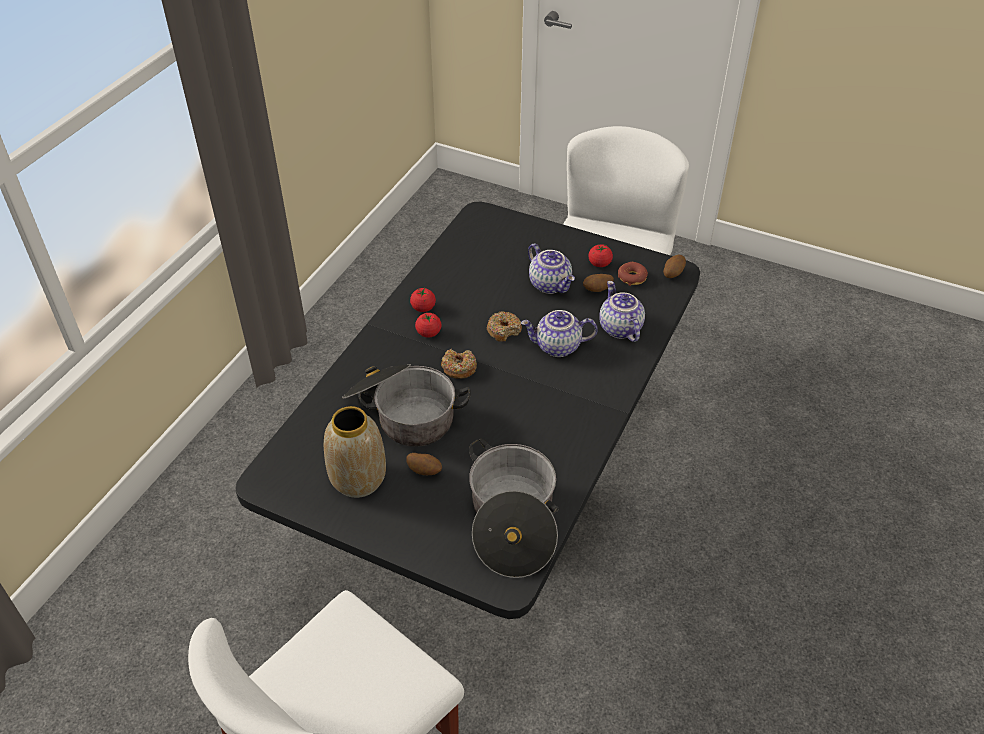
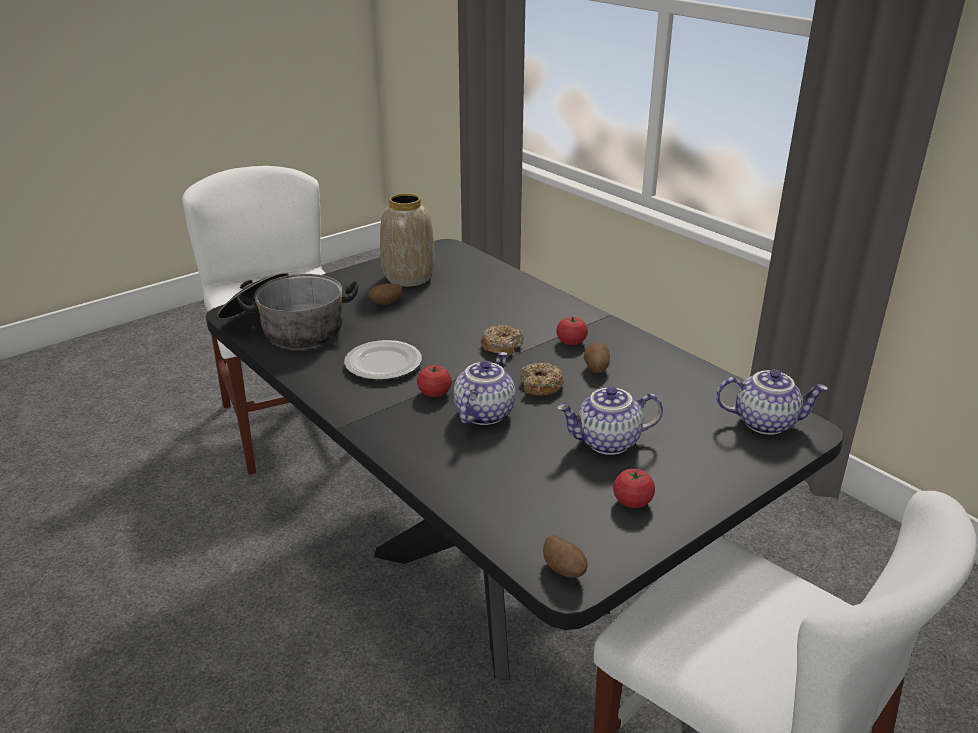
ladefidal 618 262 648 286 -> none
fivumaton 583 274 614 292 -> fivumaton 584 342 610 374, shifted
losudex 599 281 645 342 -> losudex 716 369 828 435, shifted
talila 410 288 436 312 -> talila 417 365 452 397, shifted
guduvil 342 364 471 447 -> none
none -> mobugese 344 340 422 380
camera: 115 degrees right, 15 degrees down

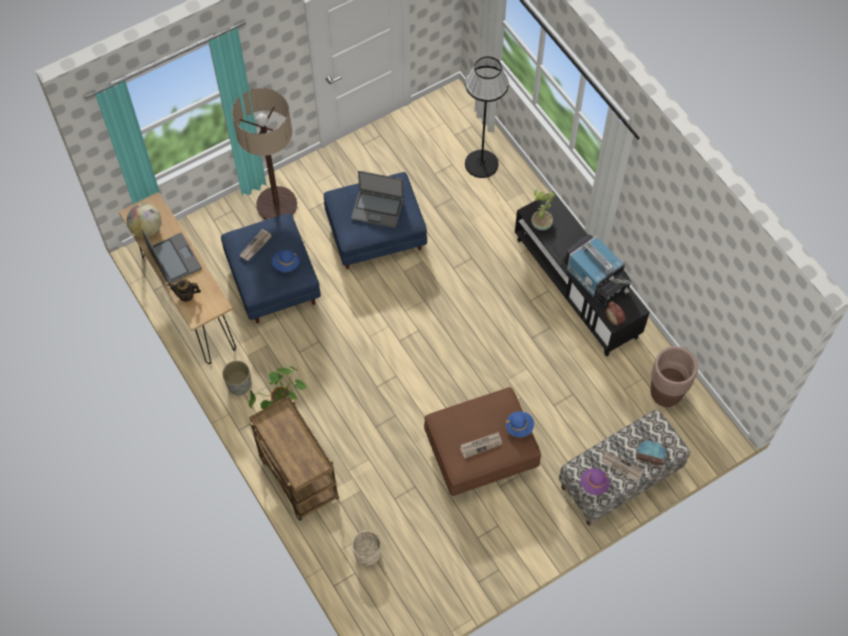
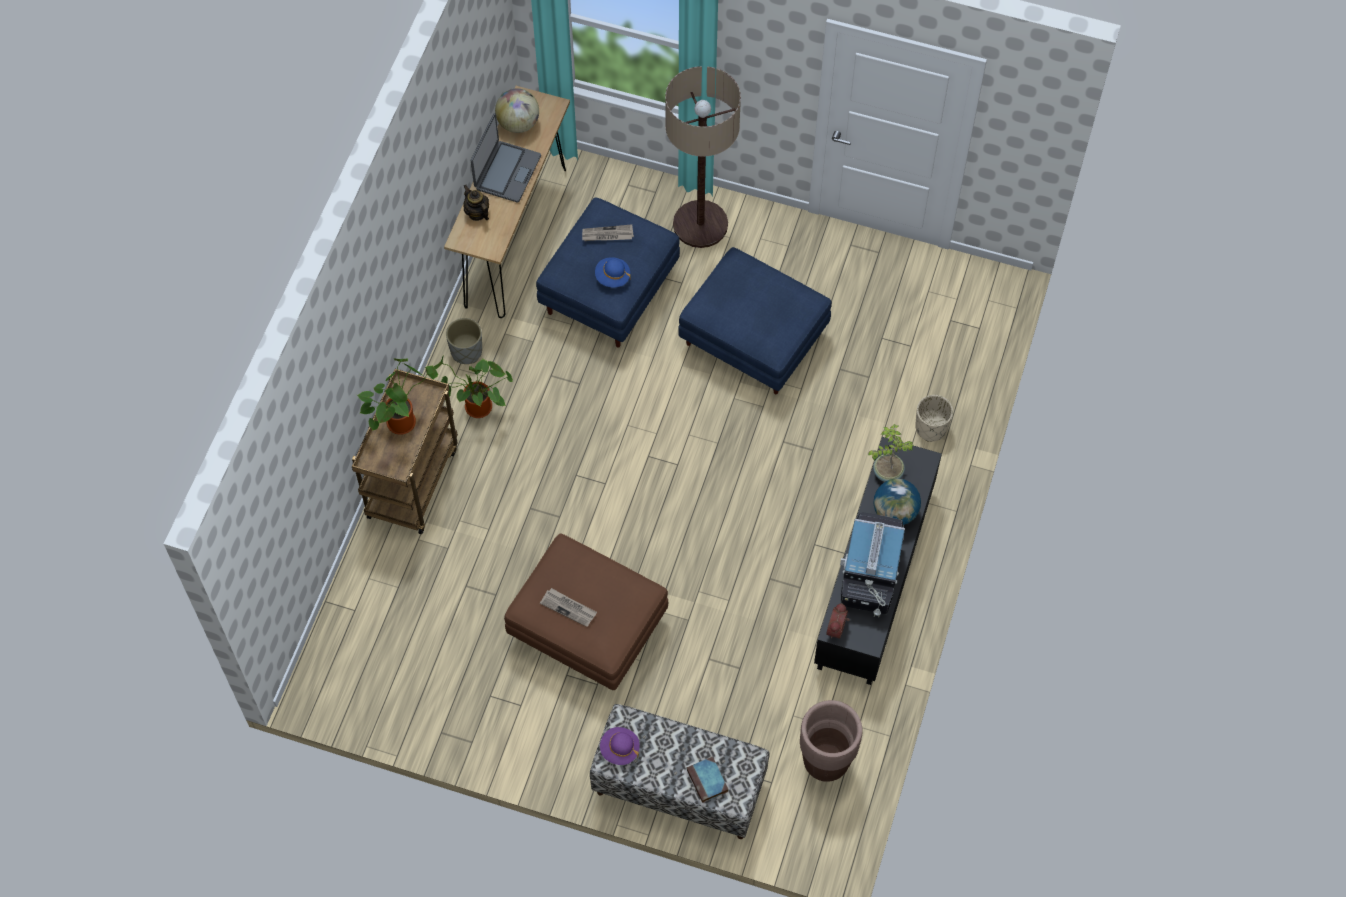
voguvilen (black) 465 56 509 178 -> none
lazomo 351 171 404 228 -> none
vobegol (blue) 506 411 534 437 -> none
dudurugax 601 452 644 481 -> none
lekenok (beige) 352 530 381 566 -> lekenok (beige) 915 395 953 442, shifted
none -> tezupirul 357 358 438 435
none -> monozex 873 478 921 525
camera: 50 degrees right, 0 degrees up

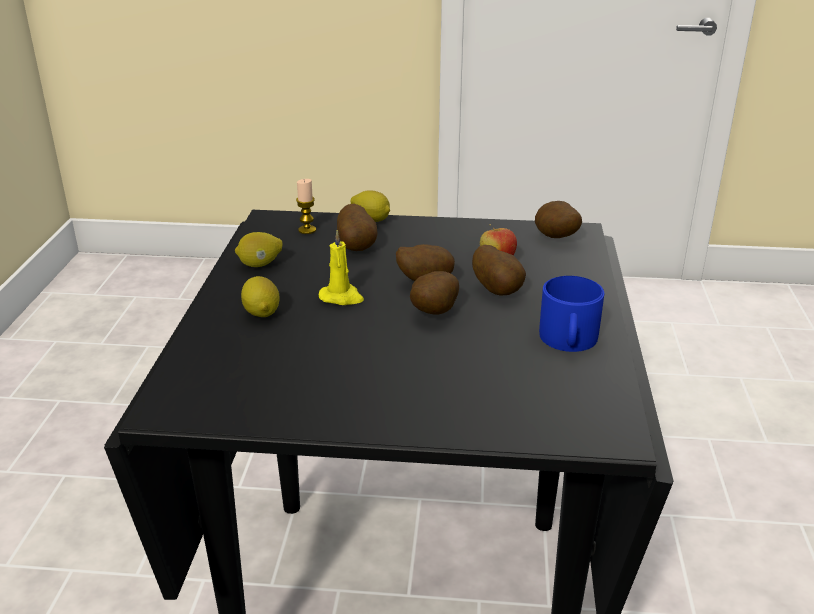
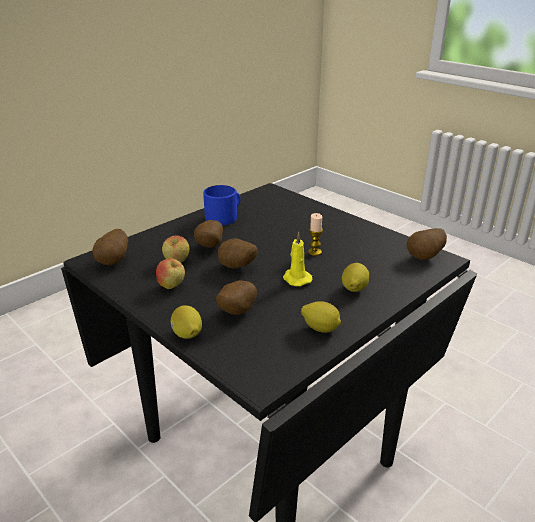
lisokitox 296 179 316 234 -> lisokitox 308 213 323 256, shifted
fivumaton 410 271 459 315 -> fivumaton 407 228 447 260, shifted
none -> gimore 156 259 185 289
camera: 140 degrees left, 0 degrees up

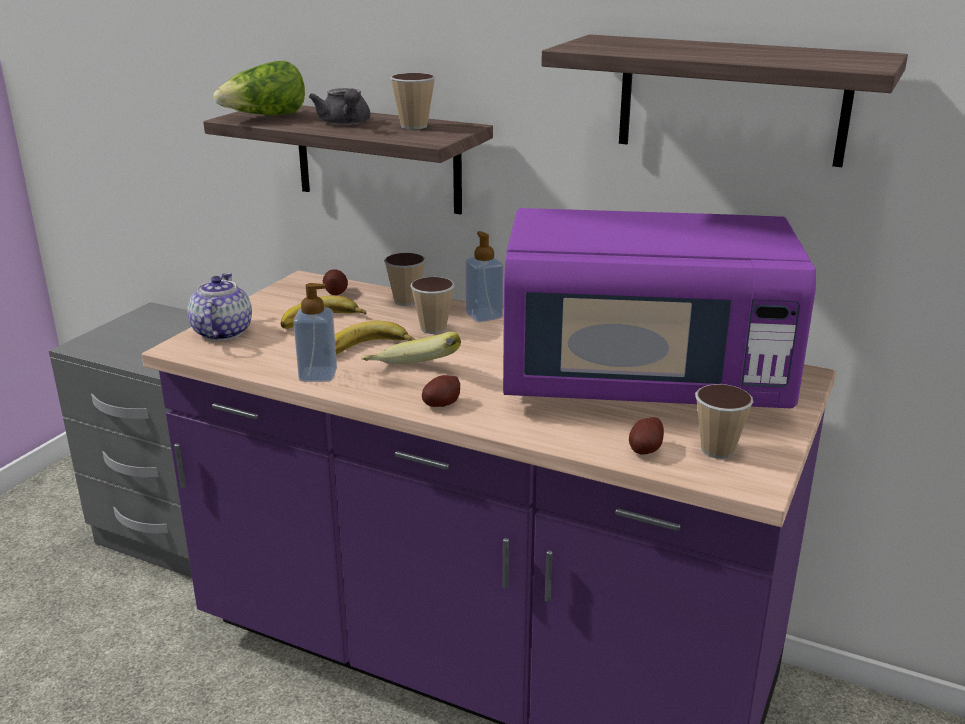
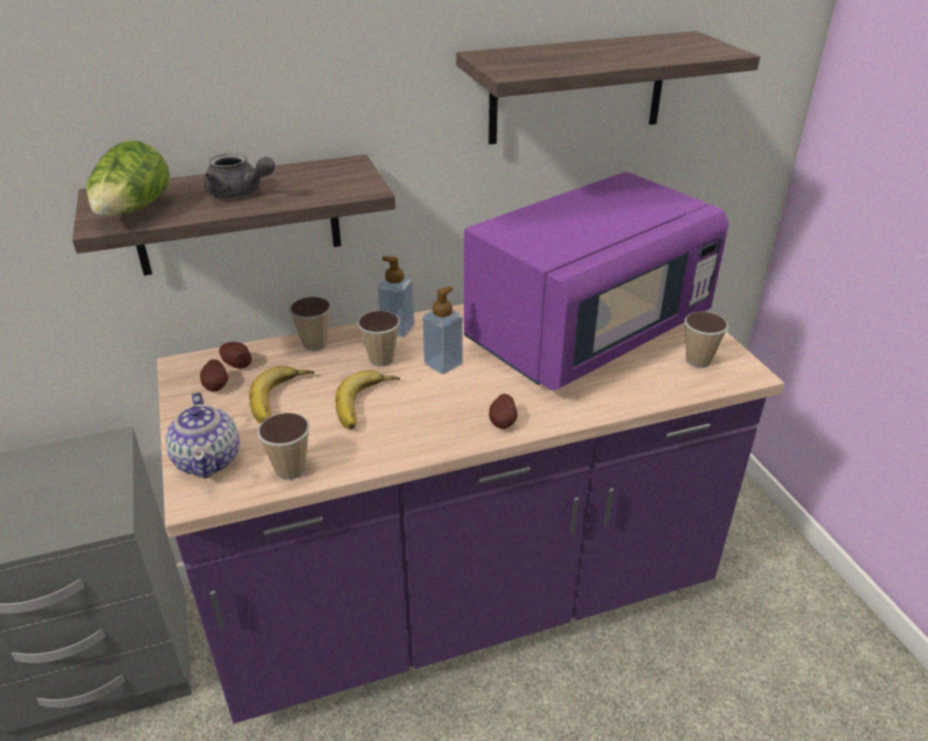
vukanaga 390 73 435 129 -> vukanaga 257 413 310 480, shifted
losudex 187 273 252 341 -> losudex 165 392 240 478, 150 degrees counterclockwise
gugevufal 293 283 337 382 -> gugevufal 422 286 463 374, shifted
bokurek 362 332 461 364 -> none
fivumaton 629 417 664 455 -> fivumaton 200 359 228 391, shifted
camera: 45 degrees left, 10 degrees up

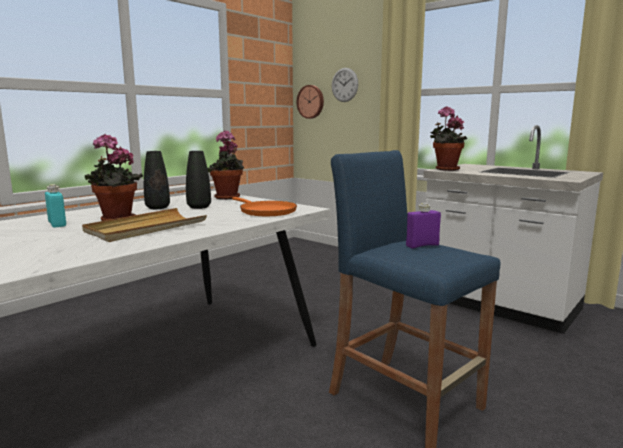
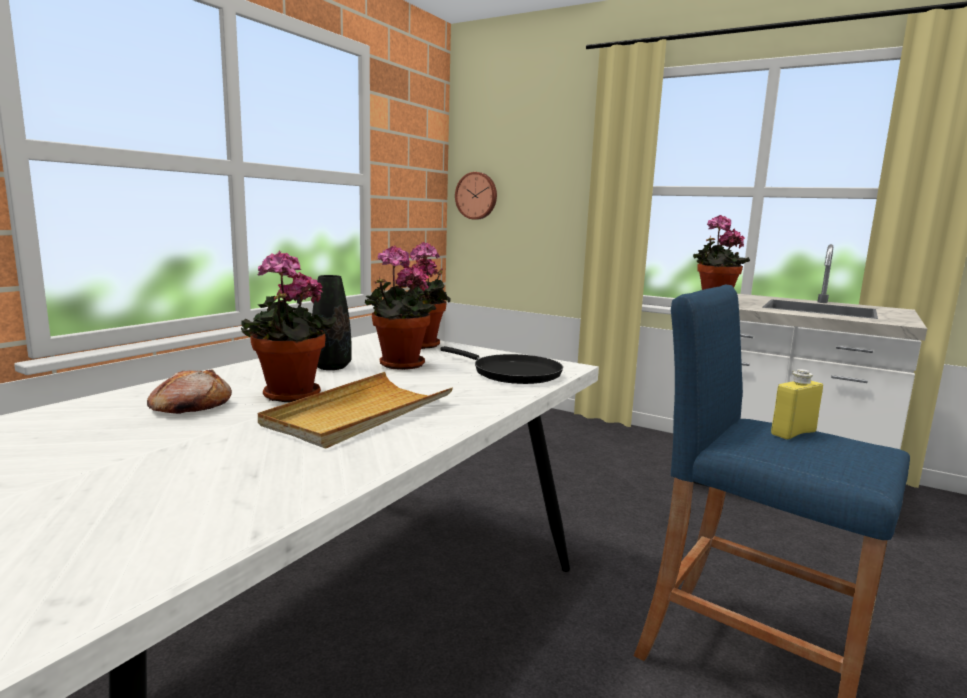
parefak 332 68 358 102 -> none
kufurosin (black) 186 151 211 209 -> tezupirul 365 246 437 370
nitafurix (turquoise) 45 184 66 228 -> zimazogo 147 369 232 414
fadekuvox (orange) 232 197 297 216 -> fadekuvox (black) 440 346 563 384
nitafurix (purple) 406 203 441 249 -> nitafurix (yellow) 771 369 823 440
camera: 10 degrees left, 0 degrees up

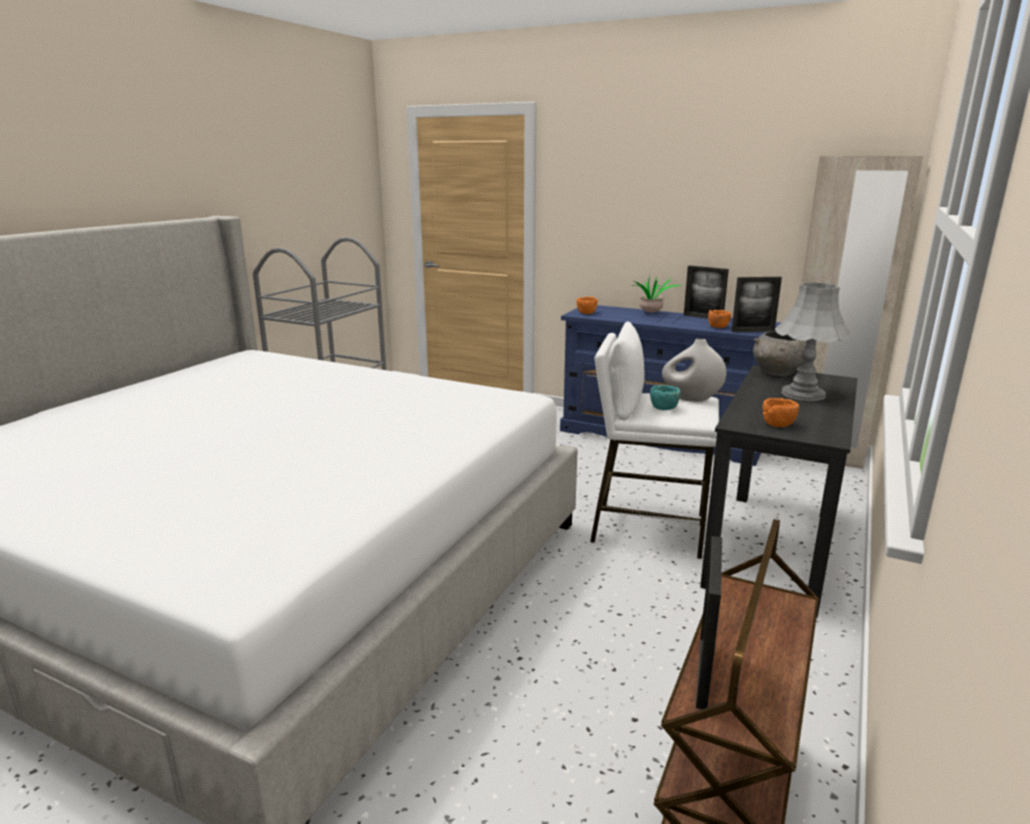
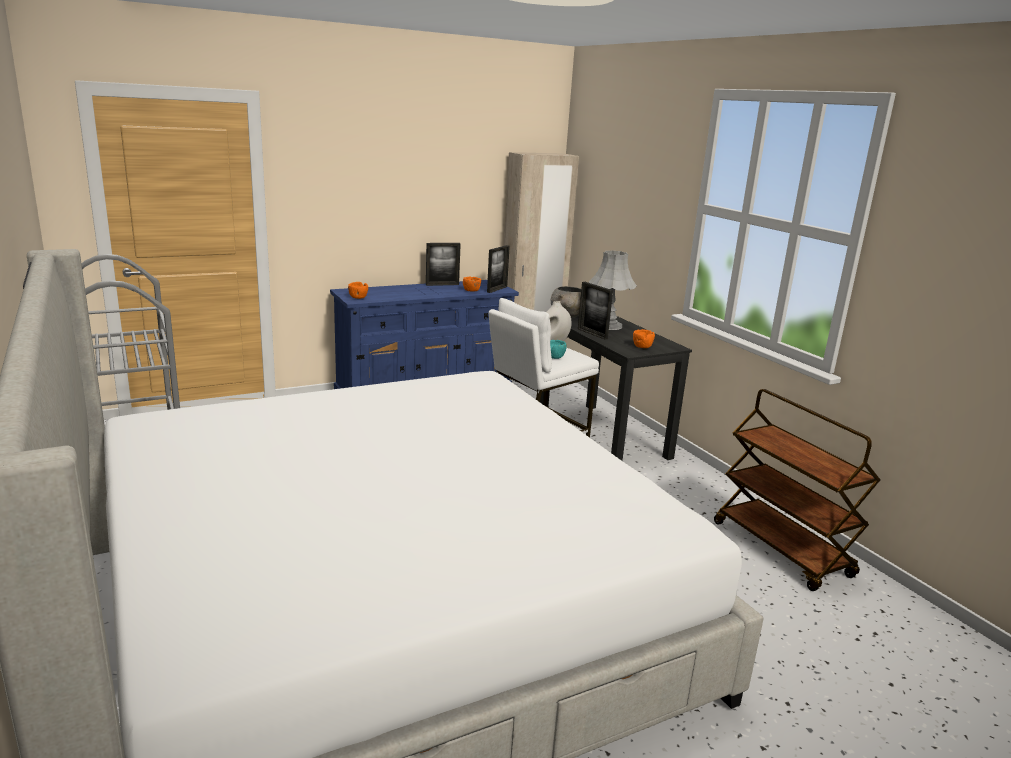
tezupirul 630 276 681 312 -> none
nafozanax 696 536 722 709 -> nafozanax 578 282 613 340, shifted
camera: 55 degrees left, 0 degrees up

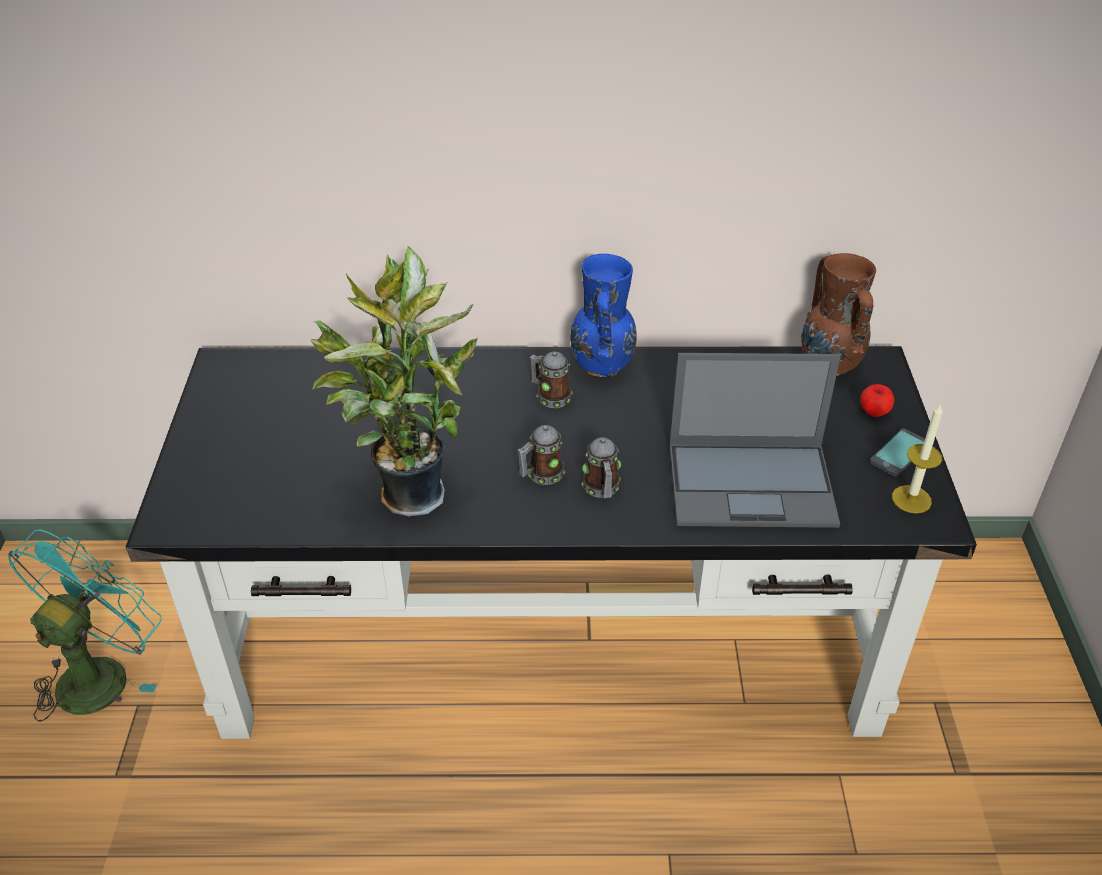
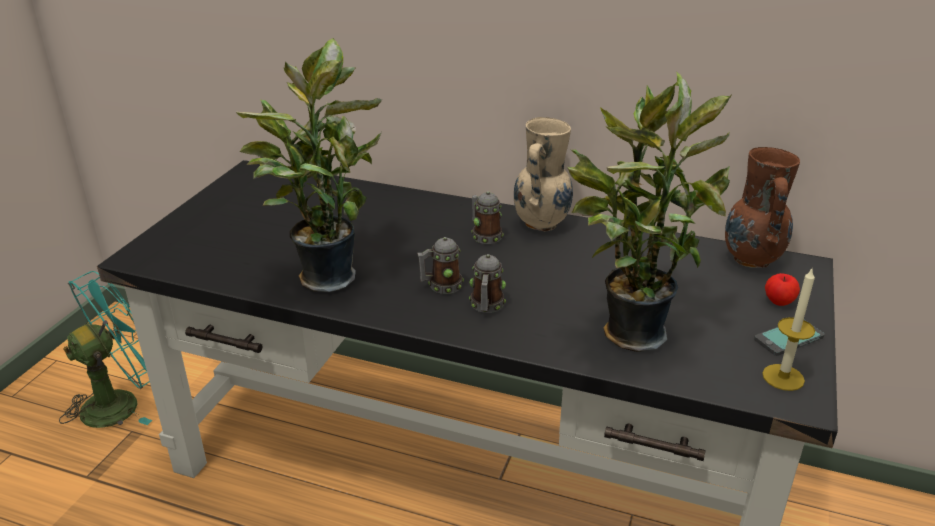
kufurosin (blue) 570 254 637 377 -> kufurosin (beige) 514 117 573 232
lazomo 669 353 841 528 -> tezupirul 567 71 732 352
camera: 20 degrees right, 10 degrees down

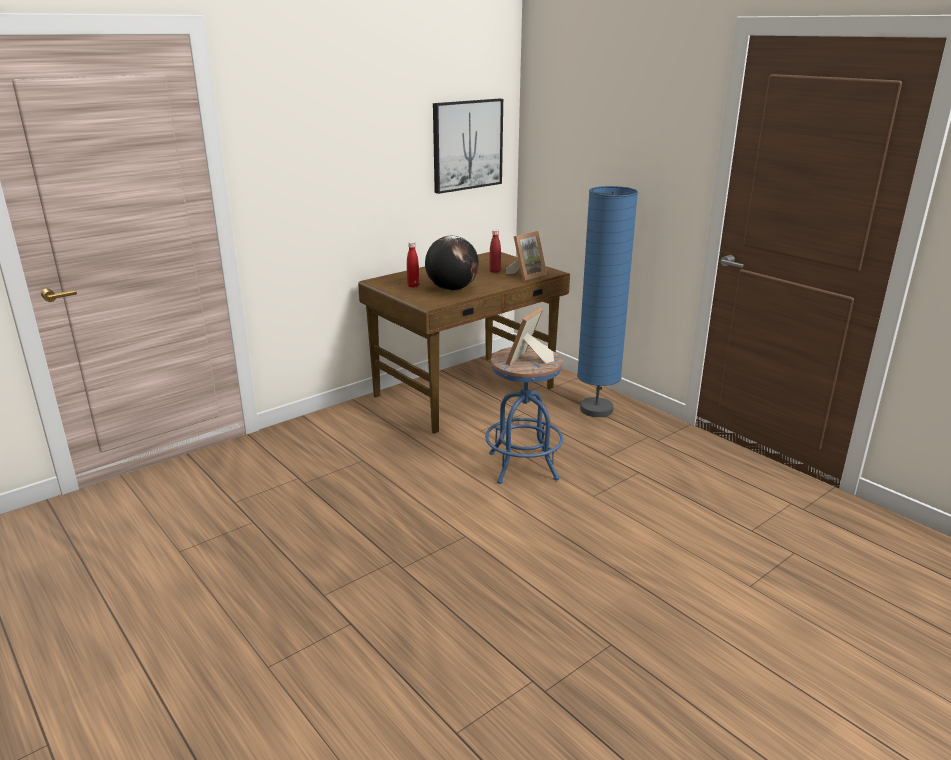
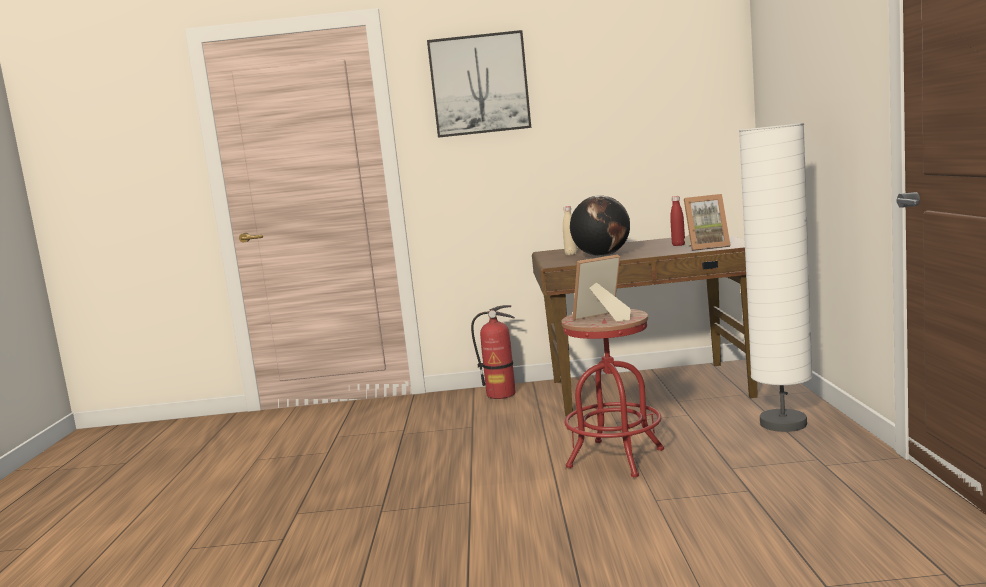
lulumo 433 99 503 194 -> lulumo 427 30 531 138, shifted
voguvilen (blue) 577 186 638 417 -> voguvilen (white) 739 123 813 432
nitafurix (red) 407 242 419 288 -> nitafurix (beige) 563 206 577 255
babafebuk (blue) 485 346 563 484 -> babafebuk (red) 561 309 664 478
none -> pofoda 471 305 515 399
camera: 40 degrees right, 15 degrees down

